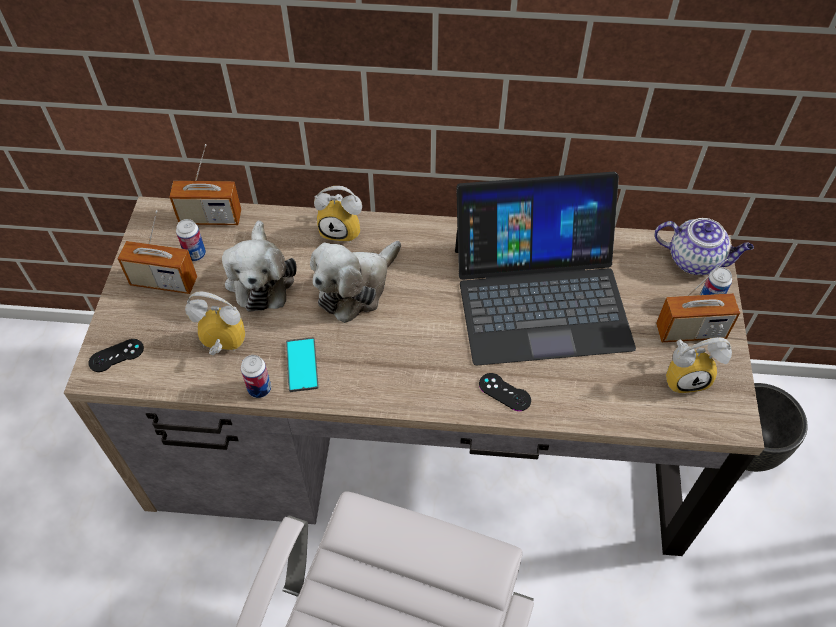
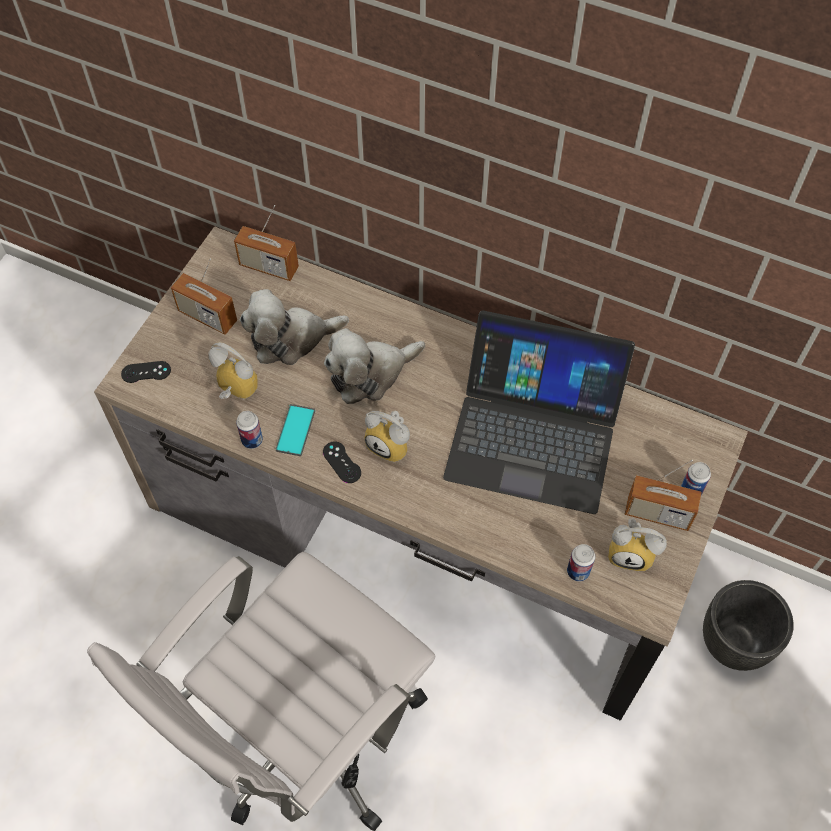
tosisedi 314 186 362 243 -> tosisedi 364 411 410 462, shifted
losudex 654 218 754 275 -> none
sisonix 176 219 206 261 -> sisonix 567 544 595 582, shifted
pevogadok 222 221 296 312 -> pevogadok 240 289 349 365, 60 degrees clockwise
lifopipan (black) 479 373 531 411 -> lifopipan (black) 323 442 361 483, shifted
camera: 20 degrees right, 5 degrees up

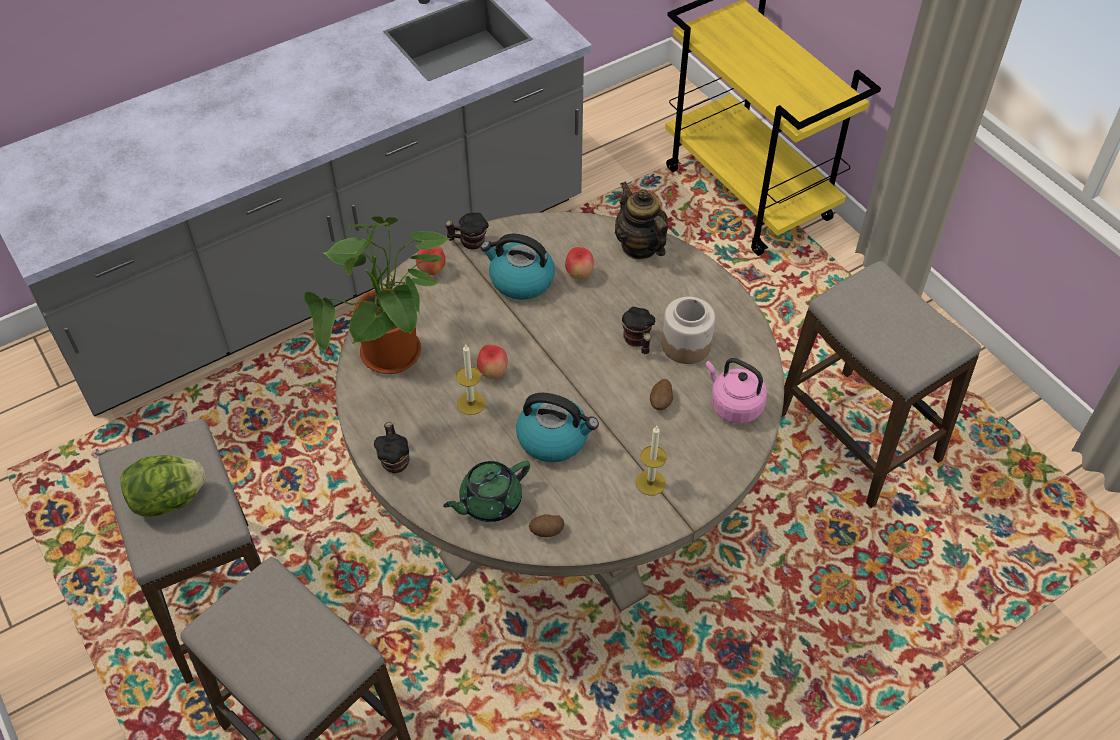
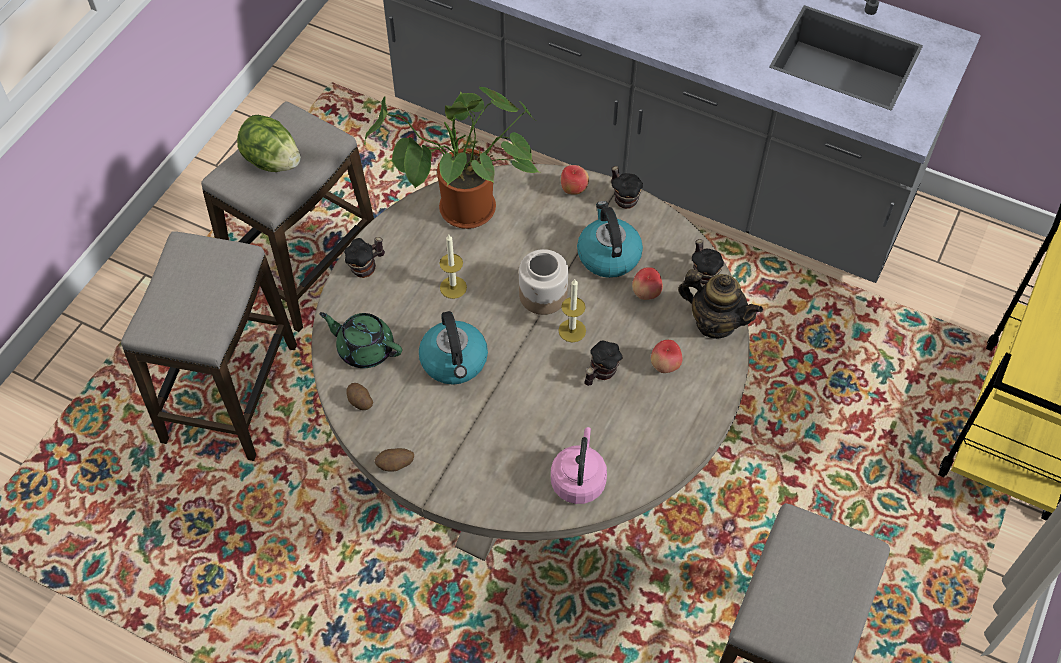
losudex 615 181 668 259 -> losudex 678 269 763 339, 90 degrees clockwise
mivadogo 662 297 715 364 -> mivadogo 519 249 568 315, shifted
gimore 477 345 508 379 -> gimore 651 340 682 373, shifted
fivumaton 650 379 673 410 -> fivumaton 375 448 414 472, shifted
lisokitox 636 426 667 496 -> lisokitox 558 279 586 342, shifted
none -> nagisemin 692 239 724 285
camera: 60 degrees right, 5 degrees up

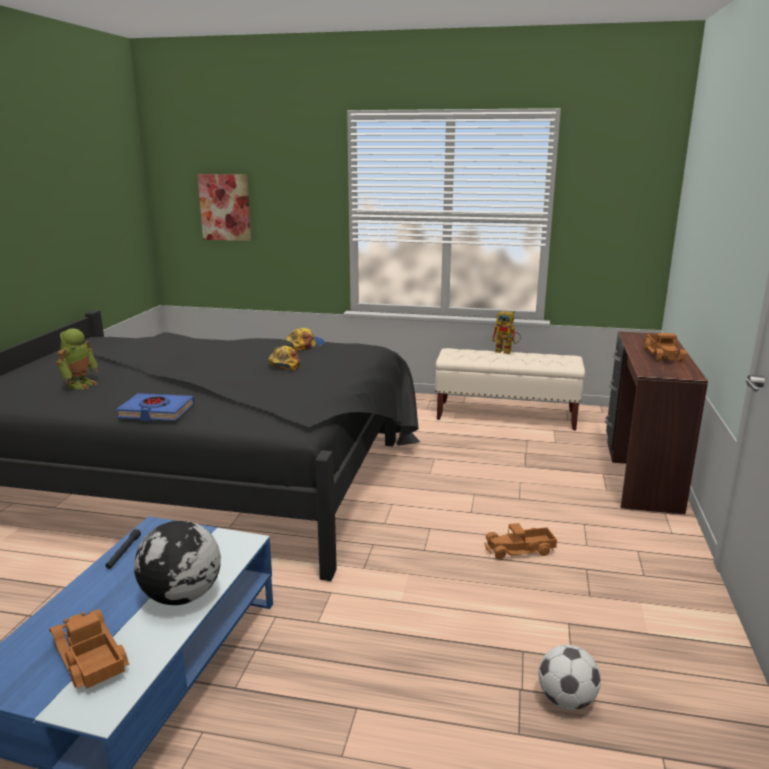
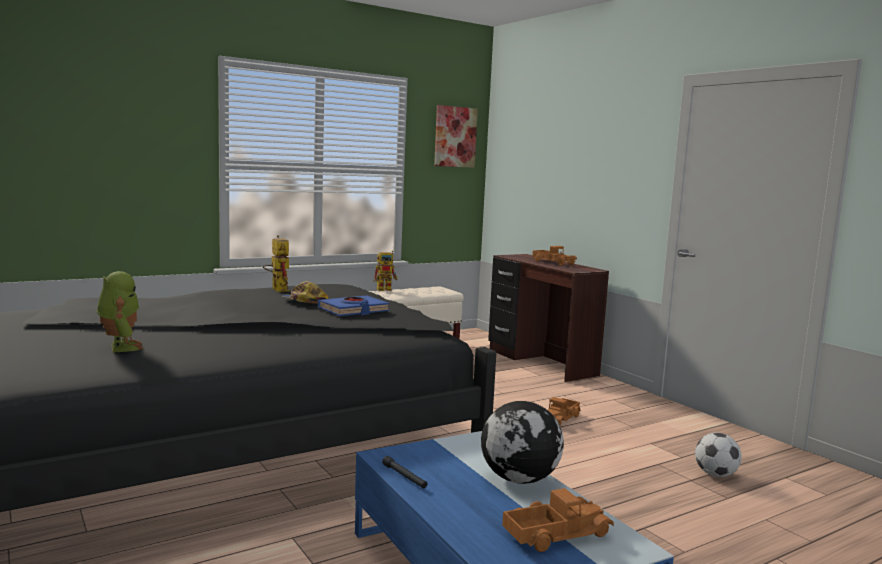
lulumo 197 174 251 241 -> lulumo 434 105 478 168, shifted
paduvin 287 328 325 351 -> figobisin 263 235 290 292
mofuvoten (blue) 116 393 195 421 -> mofuvoten (blue) 318 296 390 316, shifted
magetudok 49 609 130 689 -> magetudok 502 488 614 552, 150 degrees clockwise
camera: 45 degrees left, 10 degrees down

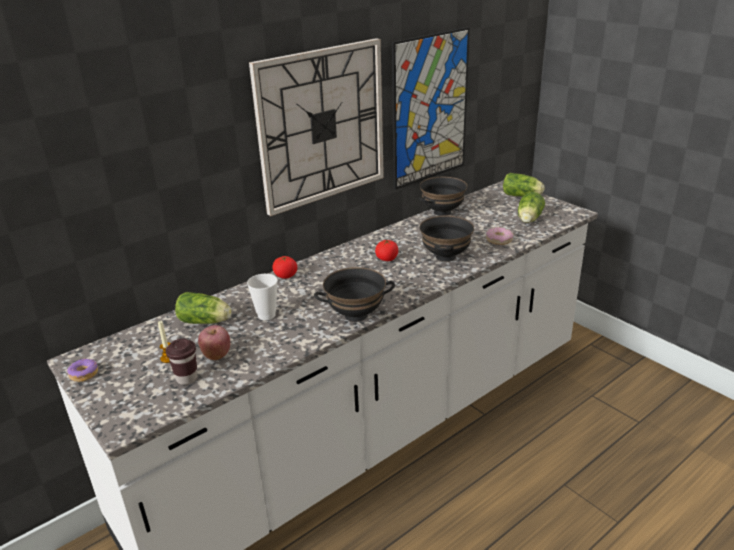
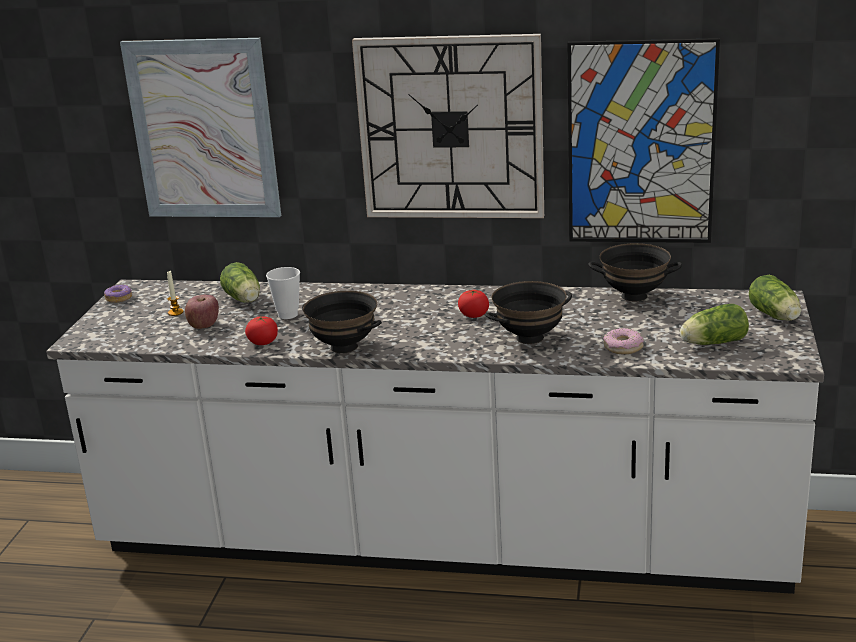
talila 272 256 297 279 -> talila 245 316 278 345, shifted
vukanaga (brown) 166 339 197 385 -> none
none -> lulumo 120 38 281 217
camera: 50 degrees right, 5 degrees down

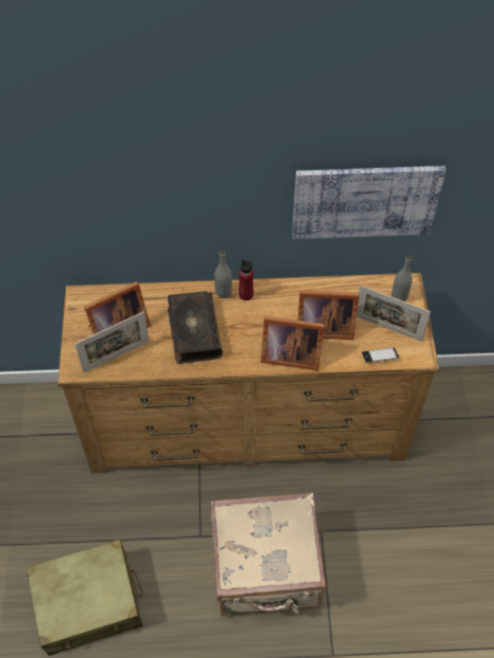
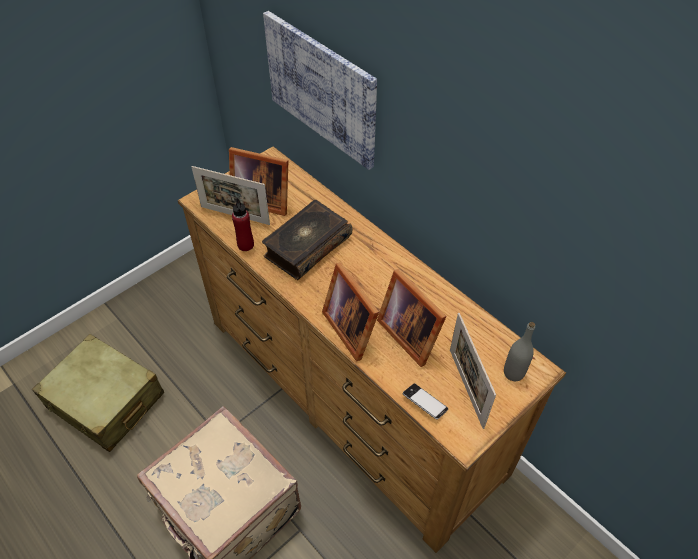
lulumo 292 166 446 239 -> lulumo 263 11 377 170, shifted
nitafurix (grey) 214 250 232 298 -> none
nitafurix (red) 239 259 254 301 -> nitafurix (red) 232 198 254 251, shifted
camera: 50 degrees right, 5 degrees down

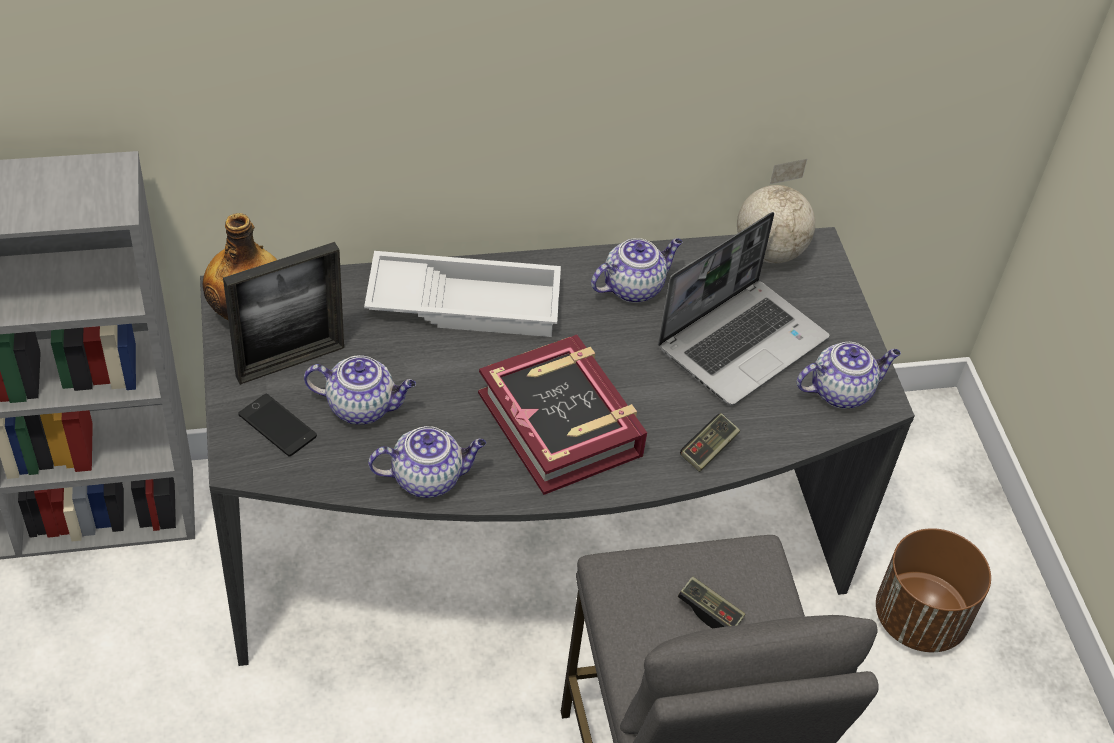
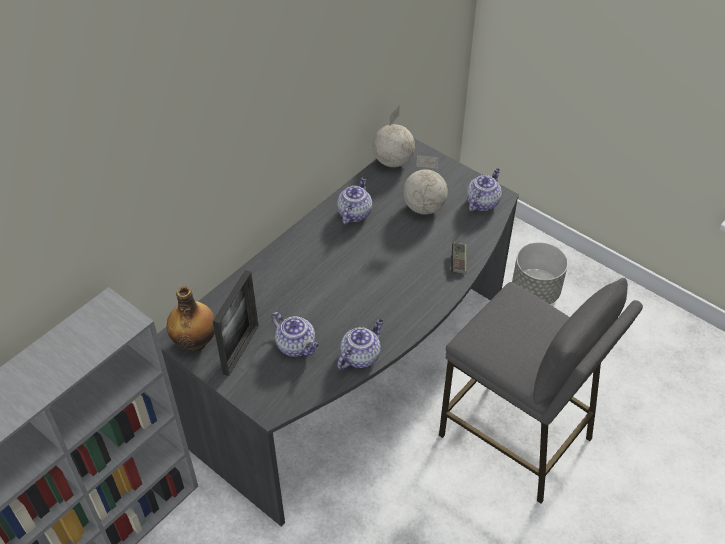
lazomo 658 212 829 405 -> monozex 403 155 448 214
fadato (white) 364 251 561 337 -> none
mofuvoten 478 335 647 495 -> none
losudex 304 355 416 424 -> losudex 271 312 319 357, 75 degrees clockwise
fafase 238 394 317 457 -> none
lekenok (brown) 876 528 991 652 -> lekenok (grey) 512 242 568 304
lifopipan 678 577 745 628 -> none
camera: 35 degrees left, 0 degrees up

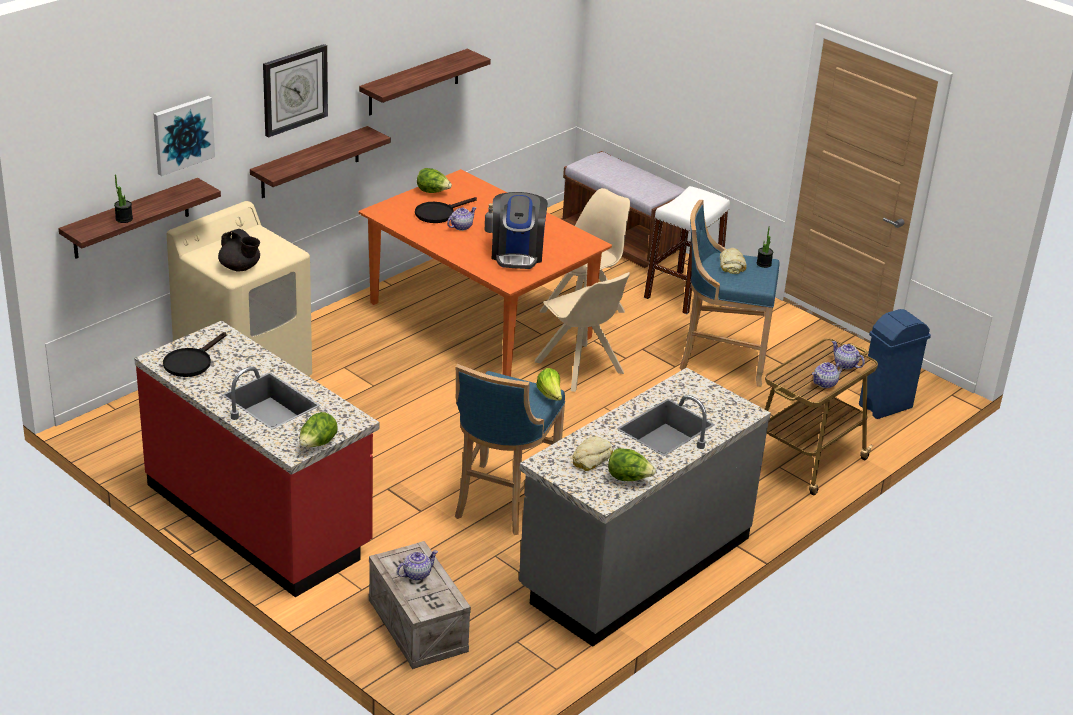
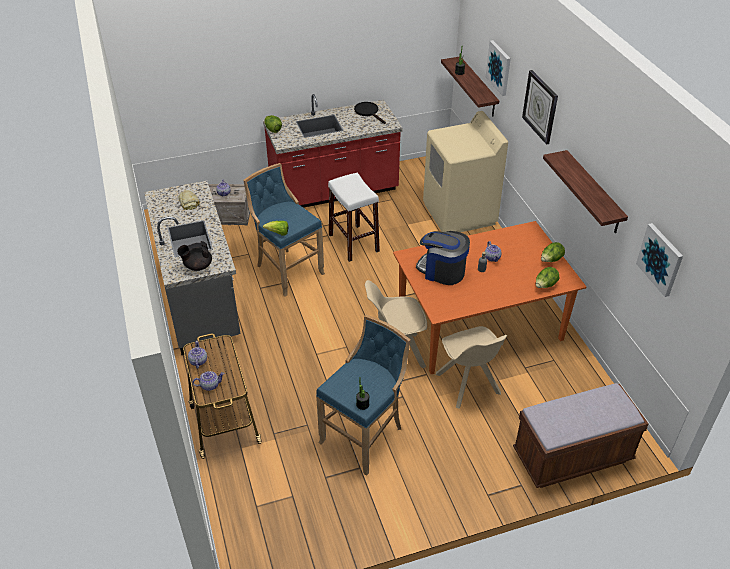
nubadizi 250 126 391 198 -> none
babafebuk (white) 644 186 730 314 -> babafebuk (white) 328 173 380 262, shifted
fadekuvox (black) 415 197 477 223 -> none
losudex (black) 218 229 260 272 -> losudex (black) 177 241 212 271, shifted
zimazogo 720 248 746 274 -> none
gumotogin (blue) 859 309 931 419 -> none
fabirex 608 448 656 481 -> fabirex 536 267 559 288, shifted
none -> lulumo 636 223 683 297
camera: 120 degrees right, 10 degrees up

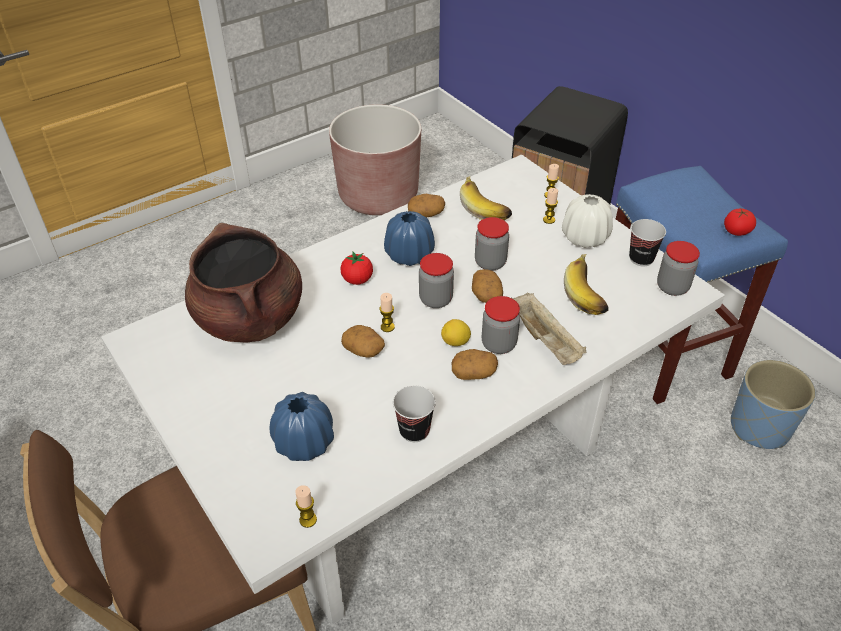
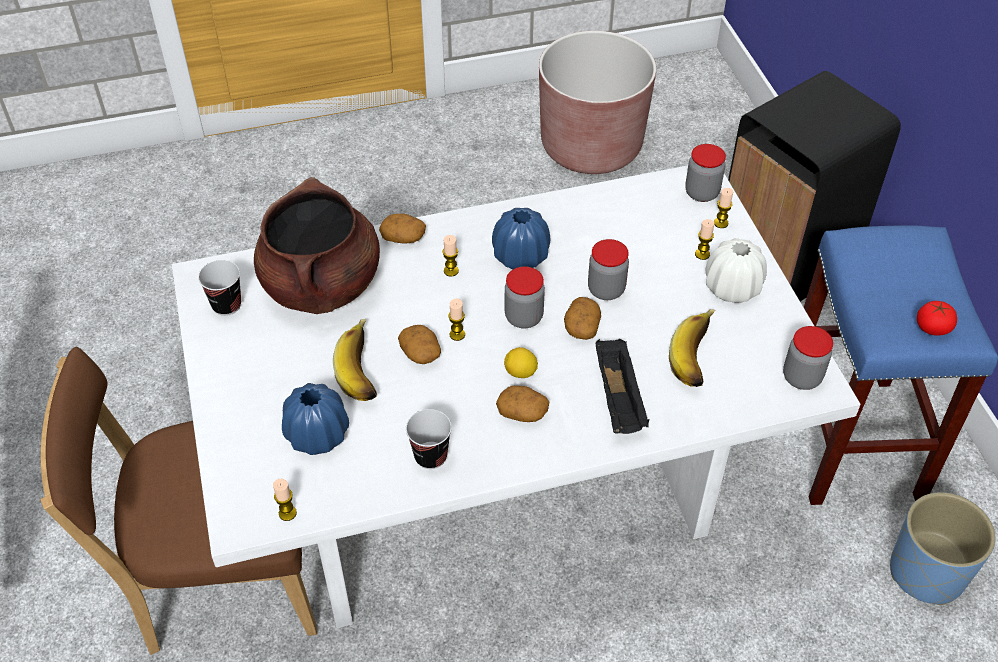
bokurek 460 176 512 220 -> bokurek 333 319 377 401, shifted
fivumaton 408 194 445 218 -> fivumaton 379 214 426 244, shifted
vukanaga 629 219 666 266 -> vukanaga 198 260 241 316, shifted
talila 341 252 373 285 -> lisokitox 442 235 459 277
fadato (beige) 511 293 586 365 -> fadato (black) 595 339 649 434
mivadogo 482 296 520 354 -> mivadogo 685 144 726 202, shifted
camera: 20 degrees right, 5 degrees up

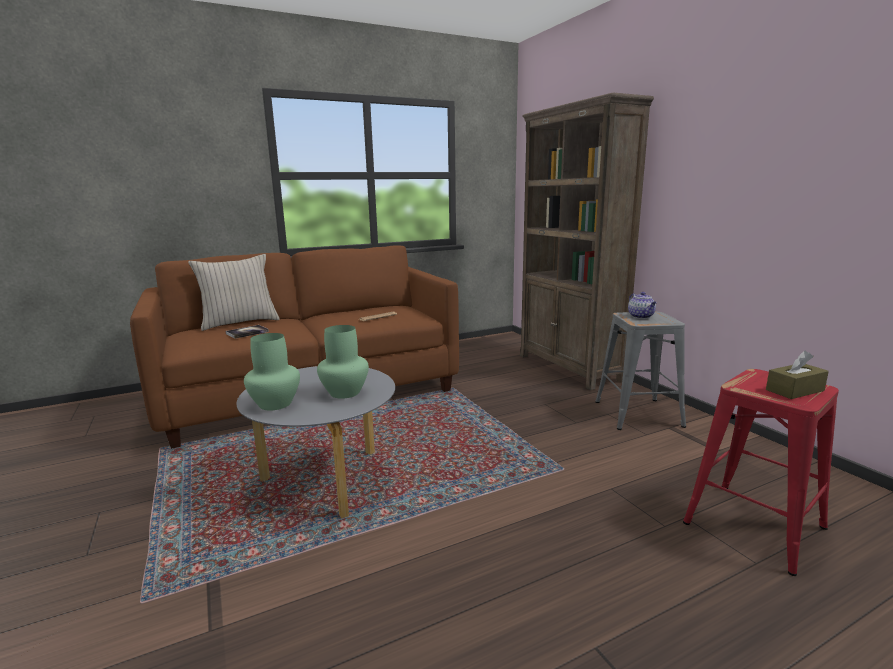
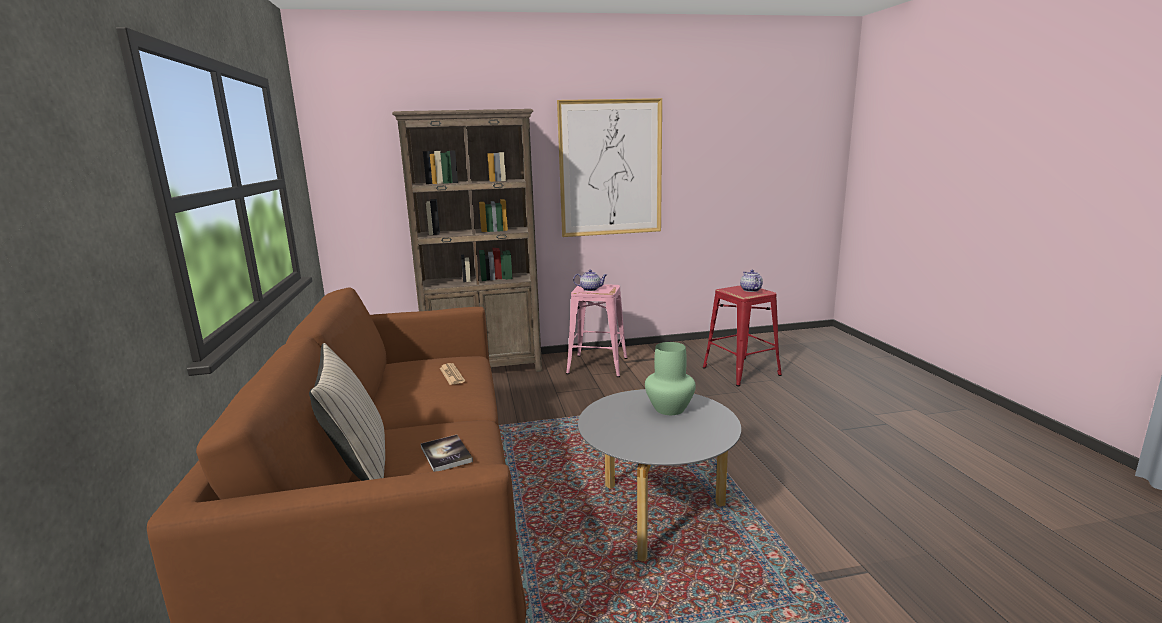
babafebuk (grey) 595 312 686 430 -> babafebuk (pink) 566 284 627 377
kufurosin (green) 244 333 300 410 -> none
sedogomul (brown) 766 351 829 399 -> losudex 740 270 763 292
none -> lulumo 557 98 662 237
camera: 75 degrees left, 0 degrees up

